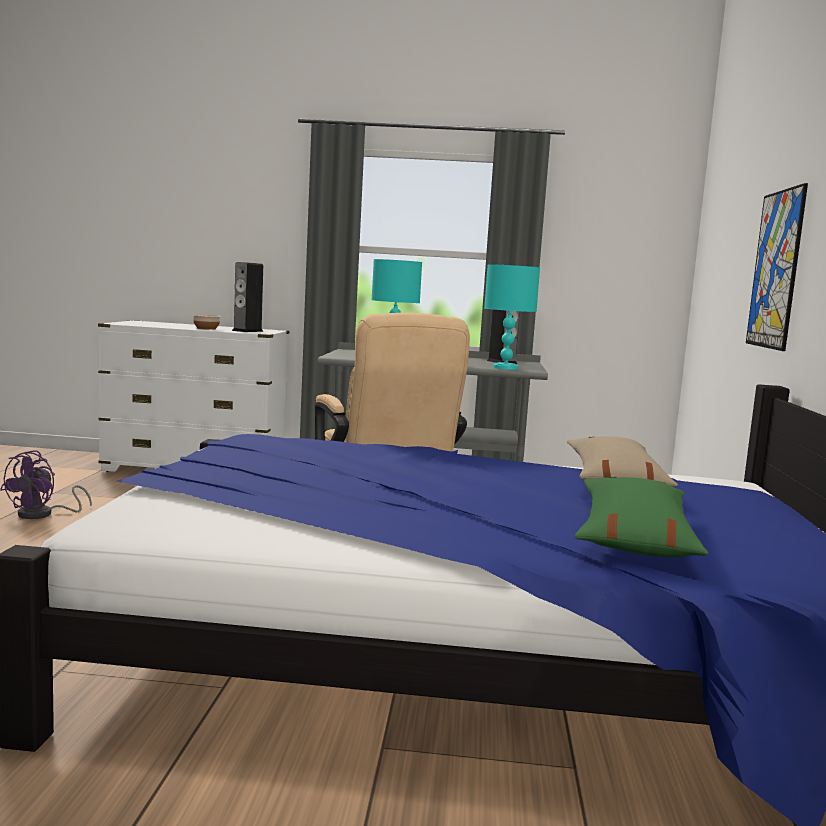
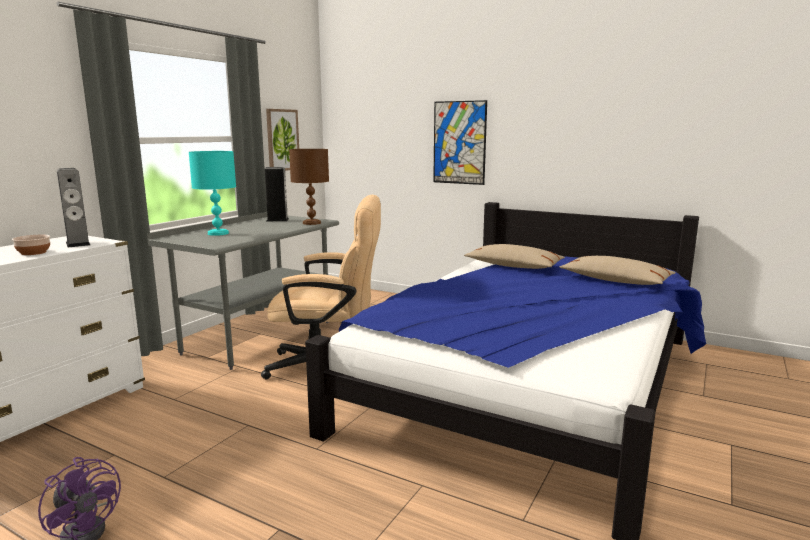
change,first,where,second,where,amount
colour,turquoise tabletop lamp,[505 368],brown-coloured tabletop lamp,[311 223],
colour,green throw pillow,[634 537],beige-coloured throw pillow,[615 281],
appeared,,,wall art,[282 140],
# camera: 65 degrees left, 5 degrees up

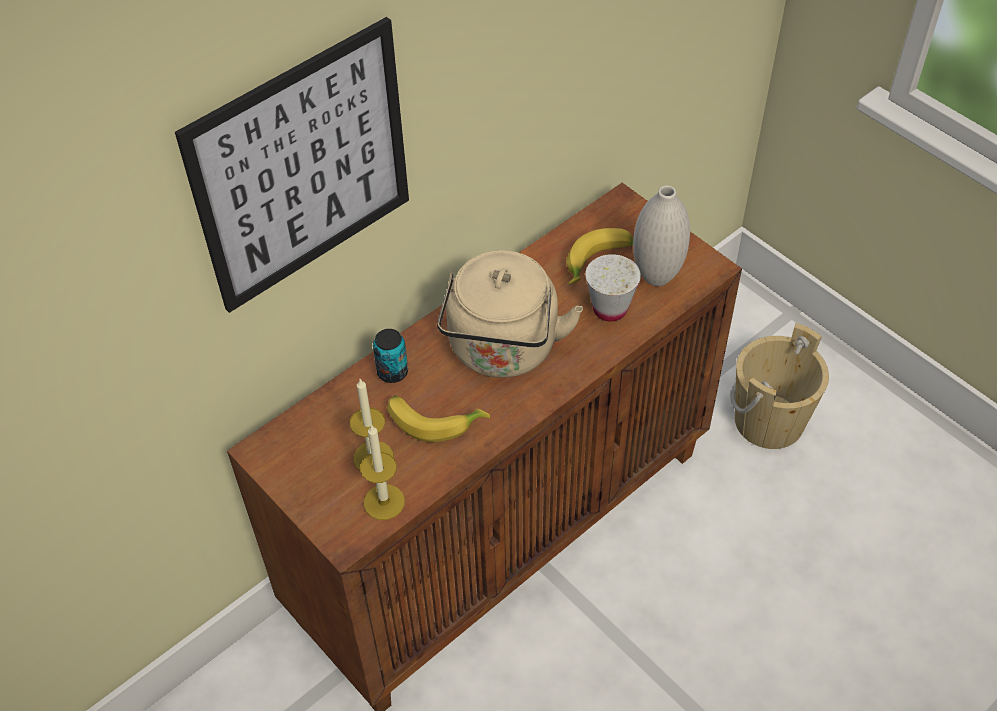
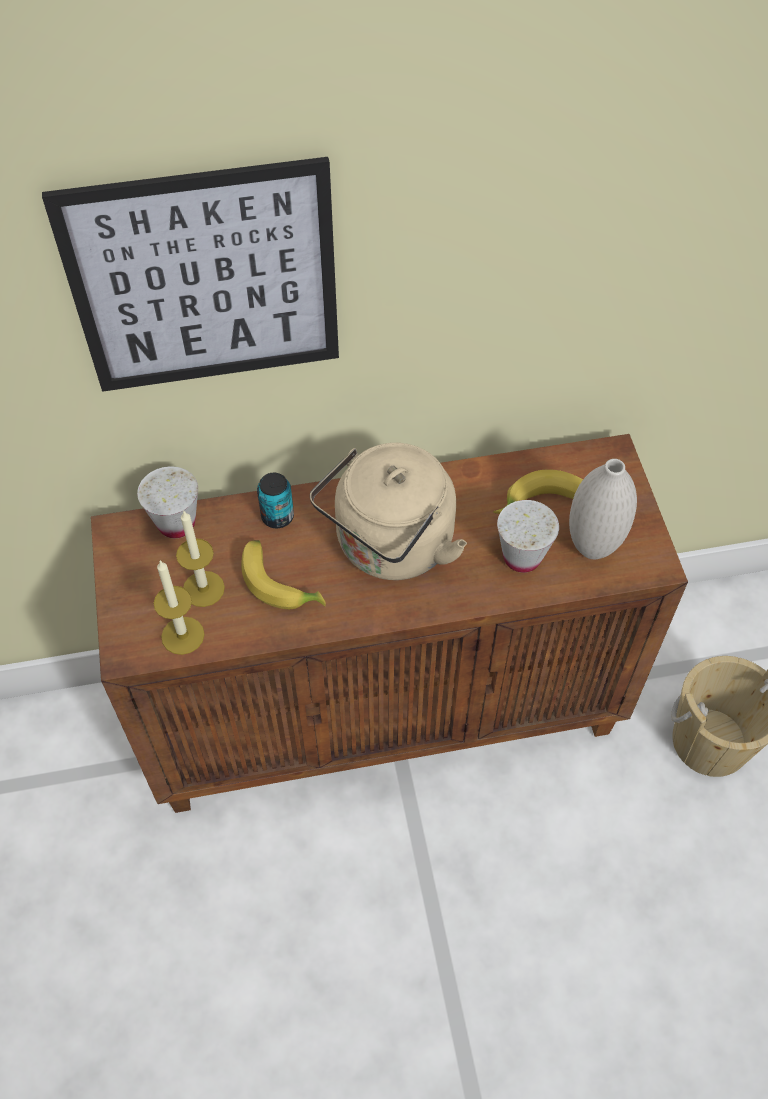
change,first,where,second,where,amount
appeared,,,white-coloured cup,[176 523],
# camera: 30 degrees right, 5 degrees up

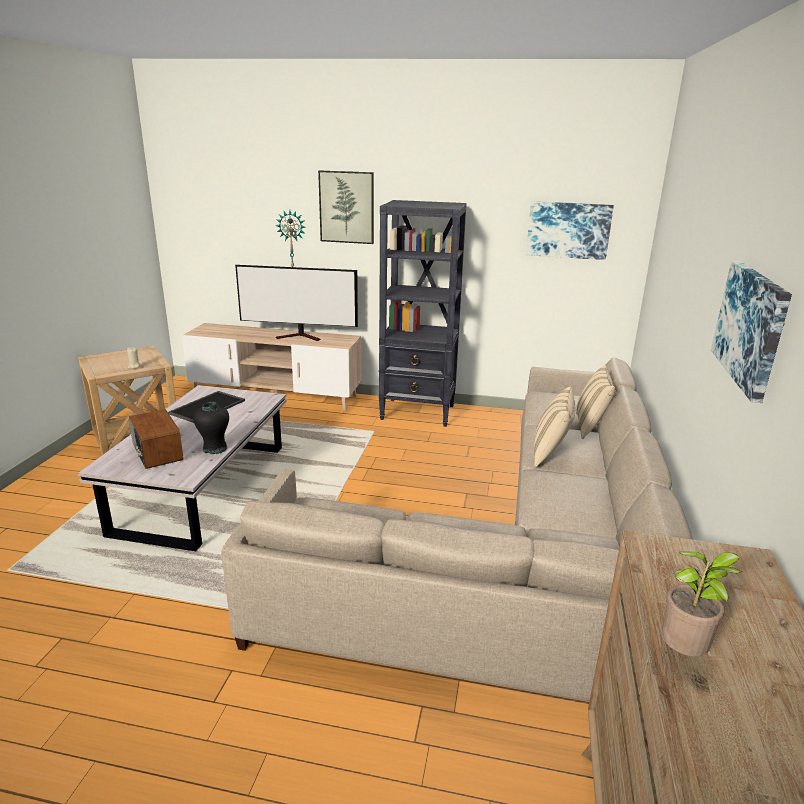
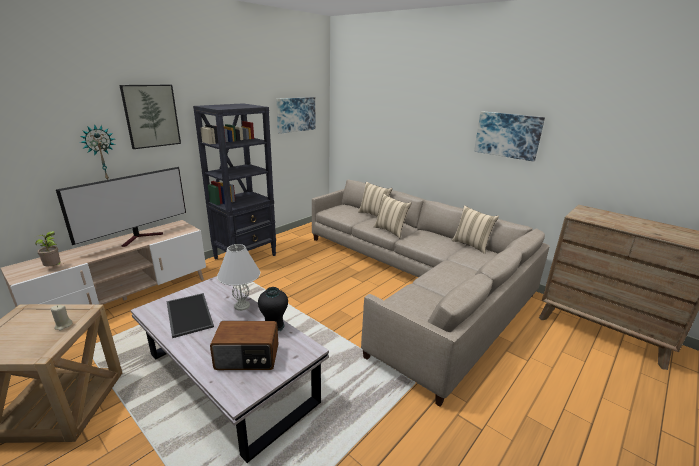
change,first,where,second,where,amount
relocated,plant in a pot,[684 654],,[55 268],
appeared,,,white-coloured tabletop lamp,[242 306],
appeared,,,beige-coloured throw pillow,[471 245],
# camera: 60 degrees left, 0 degrees up

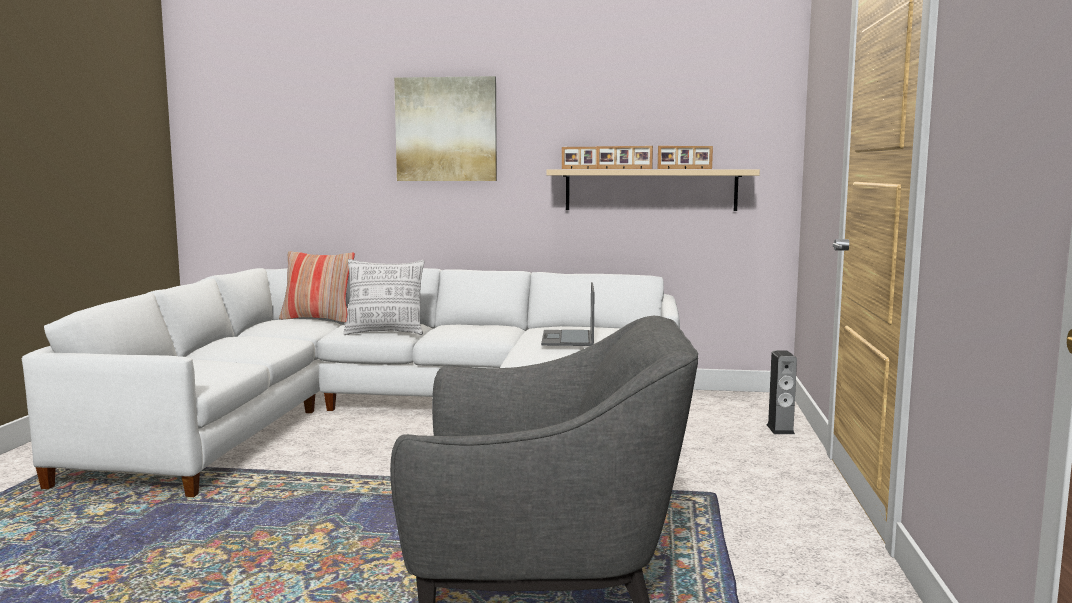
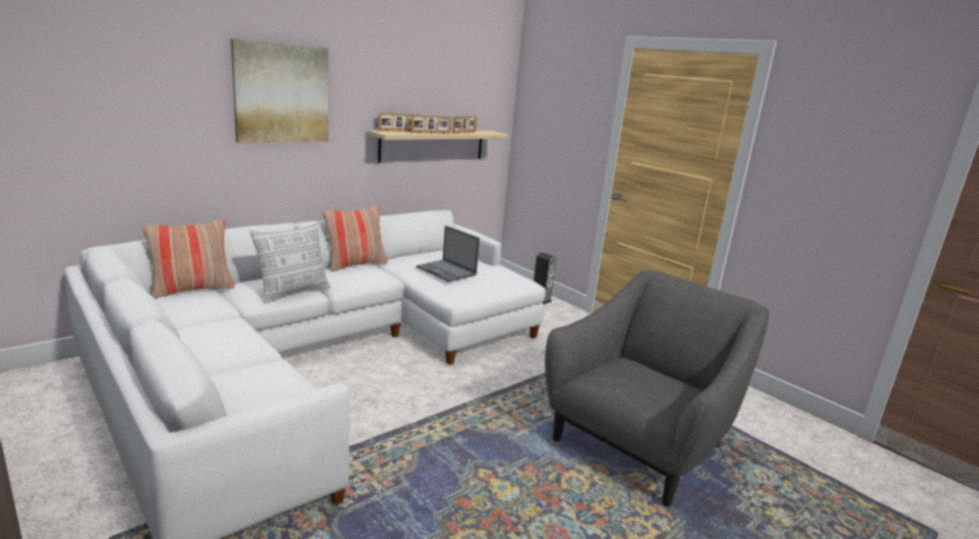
change,first,where,second,where,amount
appeared,,,throw pillow,[355 264],
# camera: 50 degrees left, 10 degrees up

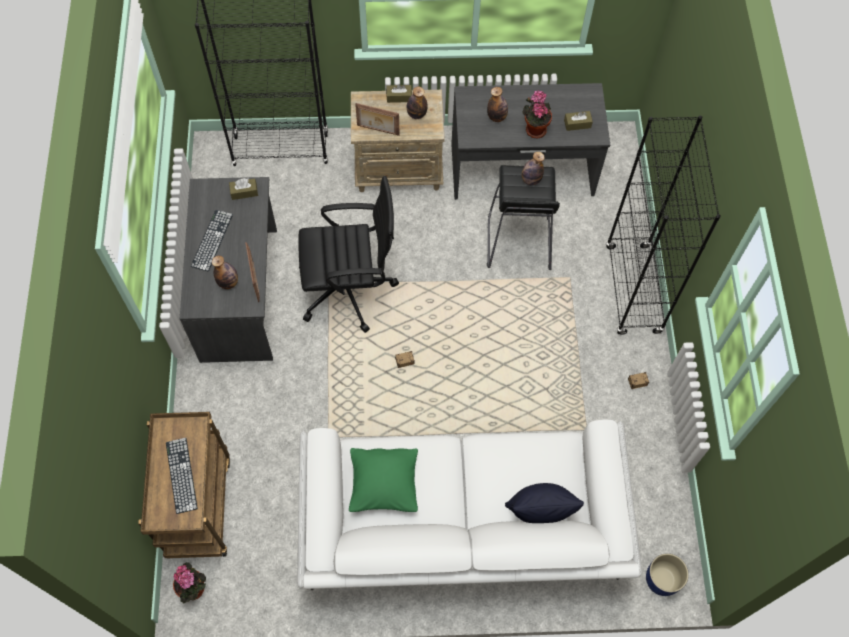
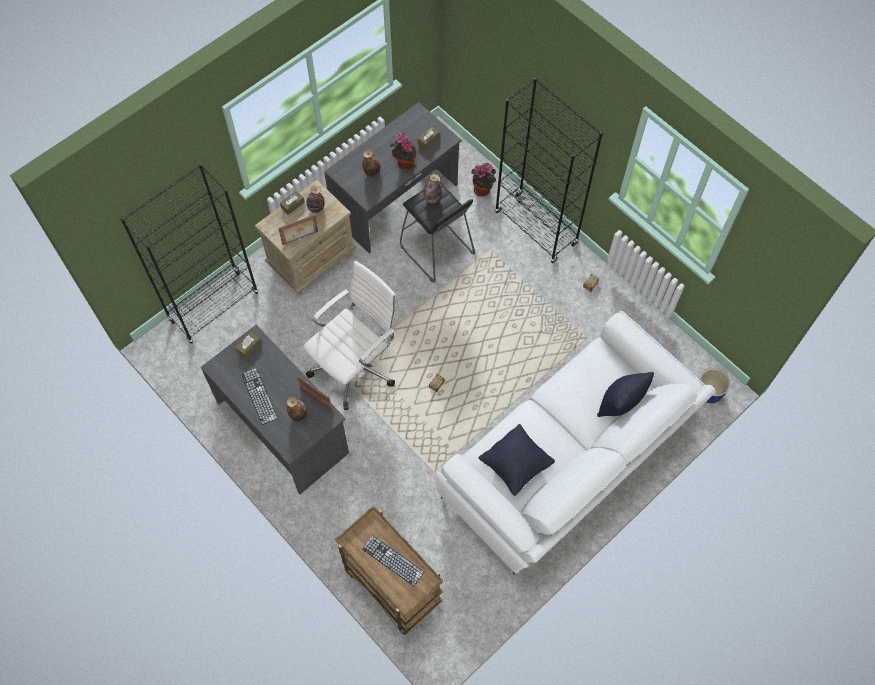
change,first,where,second,where,amount
relocated,plant in a pot,[195 589],,[483 189],
colour,black desk chair,[350 289],white-coloured desk chair,[355 365],
colour,green throw pillow,[384 485],black throw pillow,[515 464],
# camera: 40 degrees left, 0 degrees up

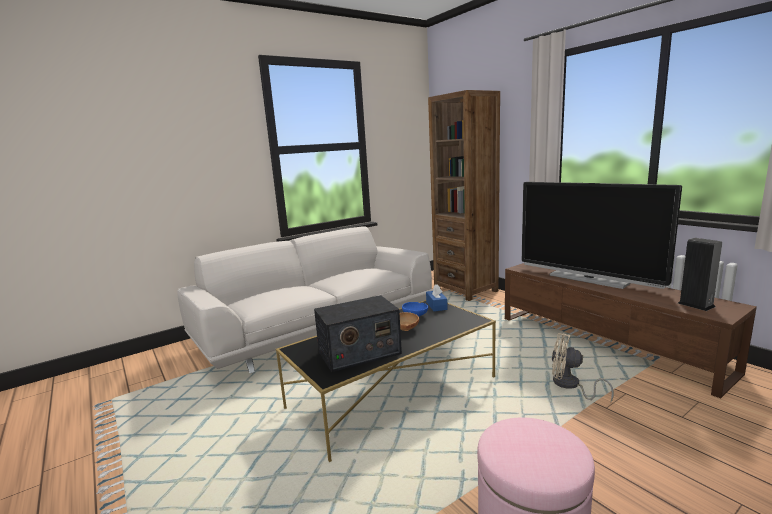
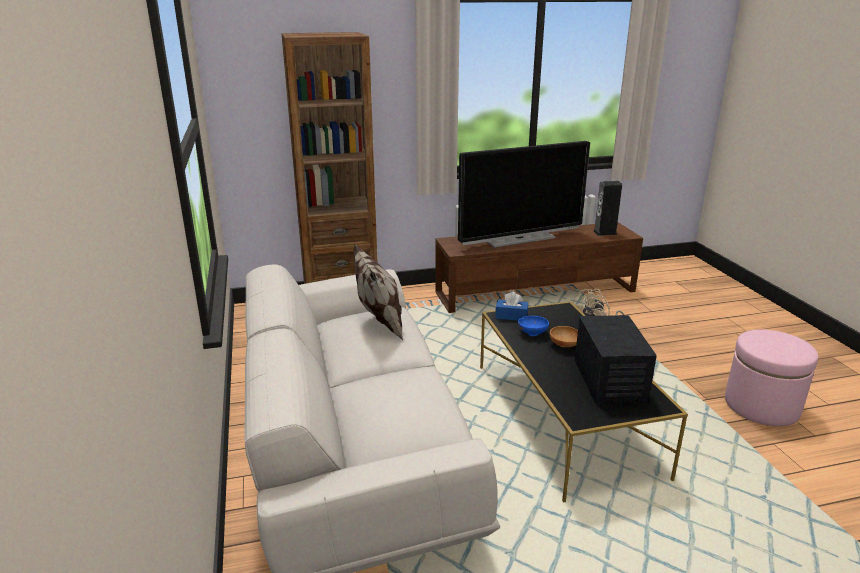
change,first,where,second,where,amount
appeared,,,throw pillow,[380 325],
# camera: 70 degrees left, 10 degrees up

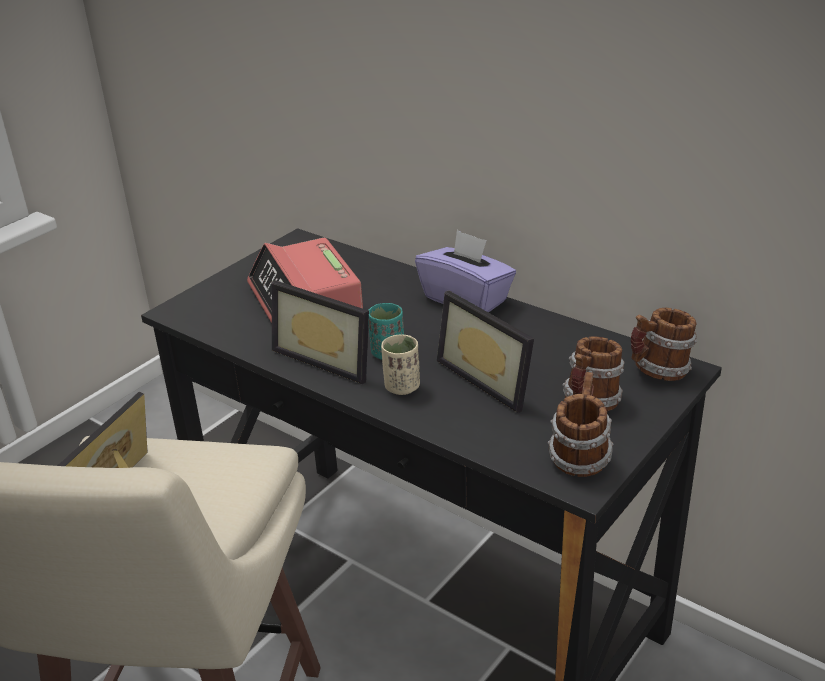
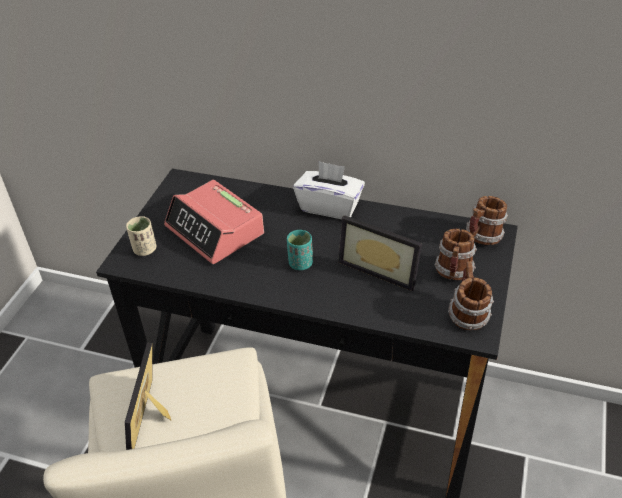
change,first,where,second,where,amount
missing,standing frame,[329 357],,,
relocated,beige-coloured cup,[402 387],,[145 249],
colour,purplish tissue box,[466 299],white-coloured tissue box,[330 206],
# camera: 20 degrees left, 10 degrees up

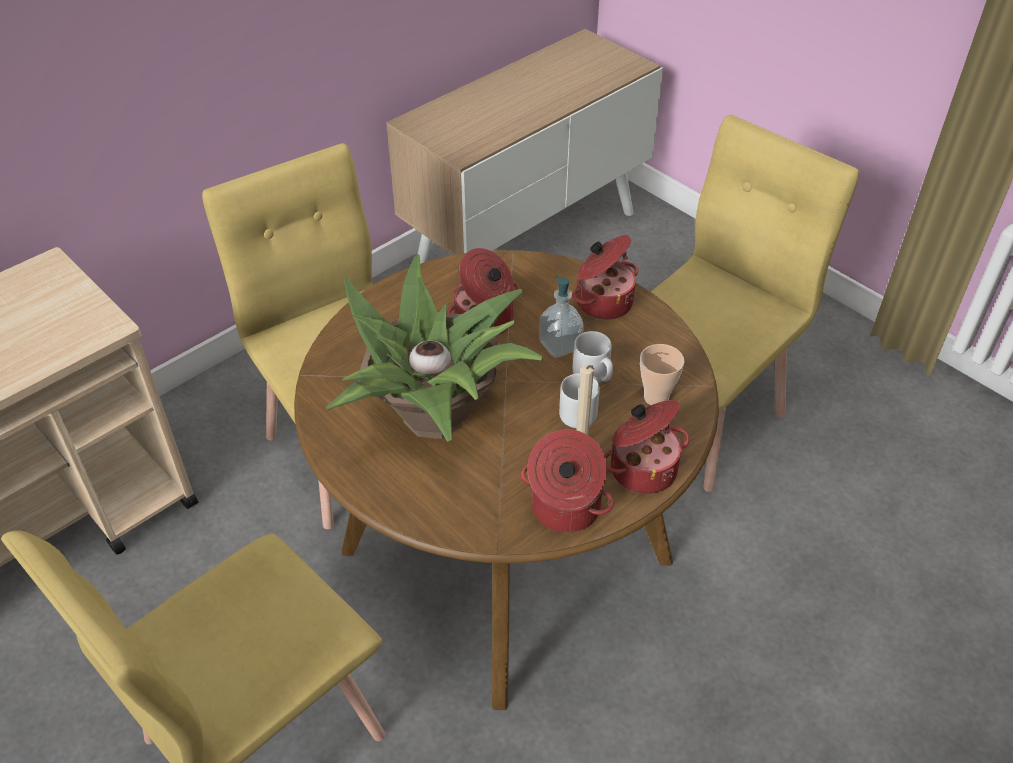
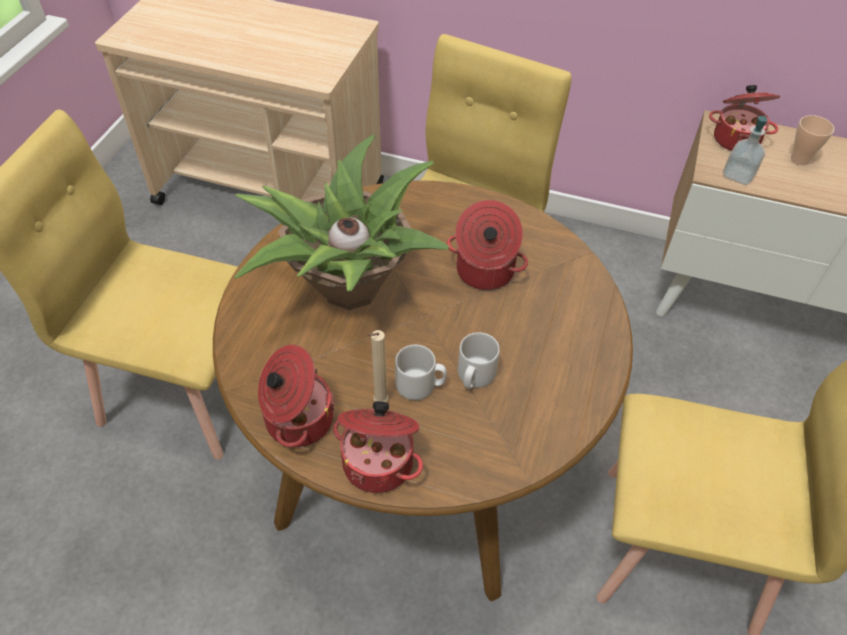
change,first,where,second,where,amount
relocated,soap dispenser,[560 345],,[738 175],
relocated,cooking pot,[602 301],,[736 138],
relocated,cup,[656 398],,[800 159],
# camera: 60 degrees right, 5 degrees up

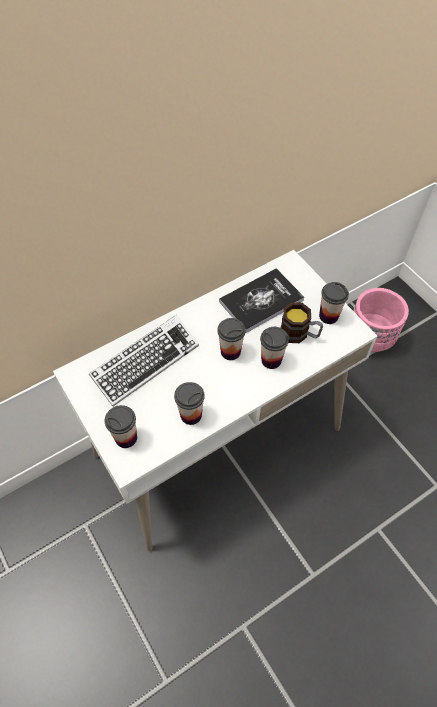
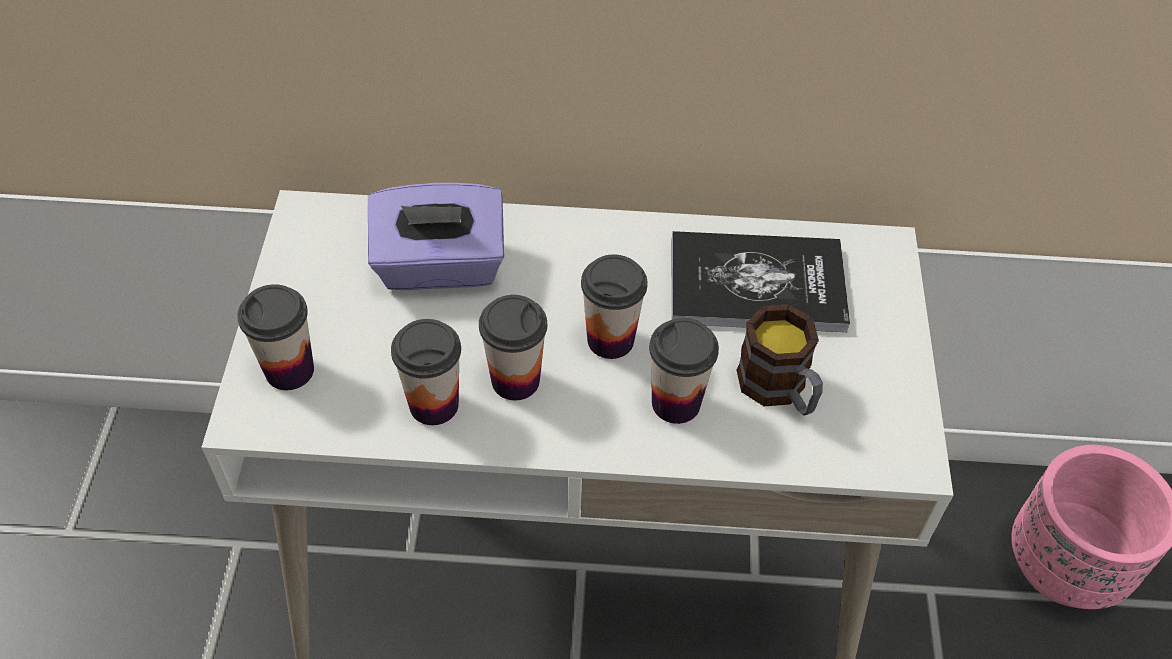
change,first,where,second,where,amount
exchanged,keyboard,[145 362],purplish tissue box,[440 267],
relocated,cup,[328 316],,[515 380],
# camera: 35 degrees right, 5 degrees down

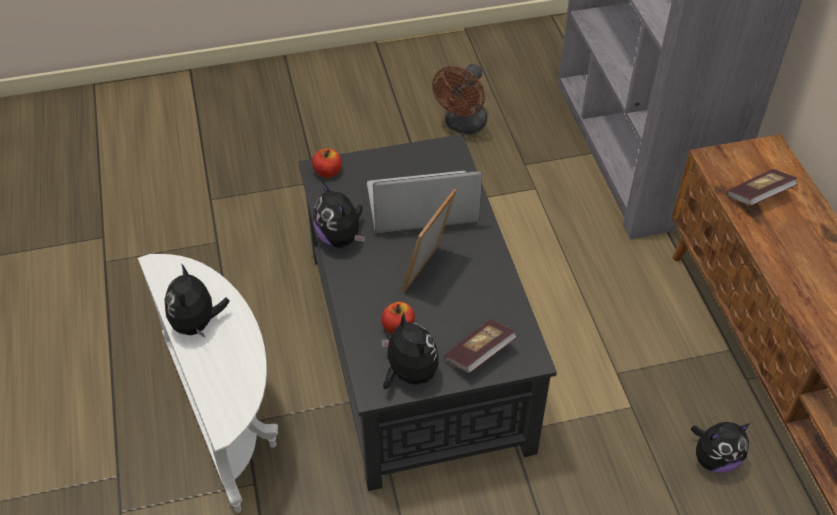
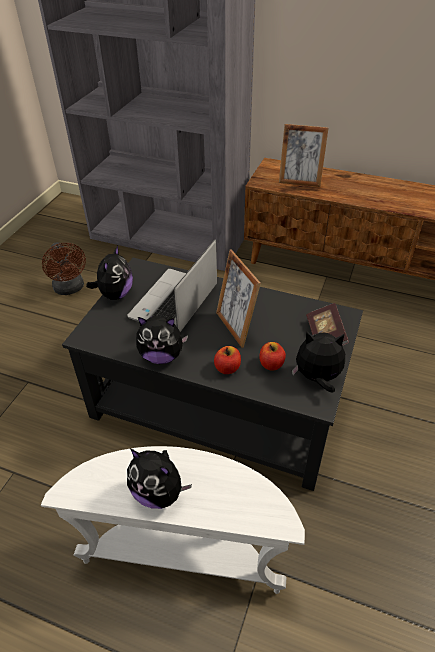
change,first,where,second,where,amount
relocated,apple fruit,[327 172],,[227 368],
relocated,cuddly toy,[714 459],,[115 294],
exchanged,book,[758 196],standing frame,[300 182],
# camera: 55 degrees left, 5 degrees down

